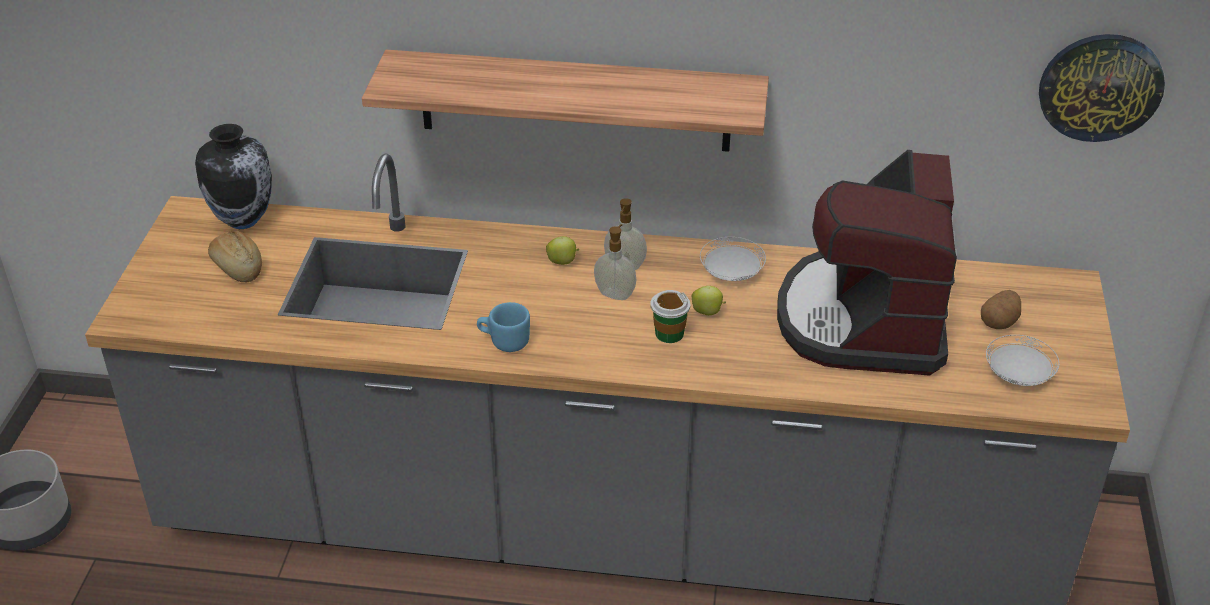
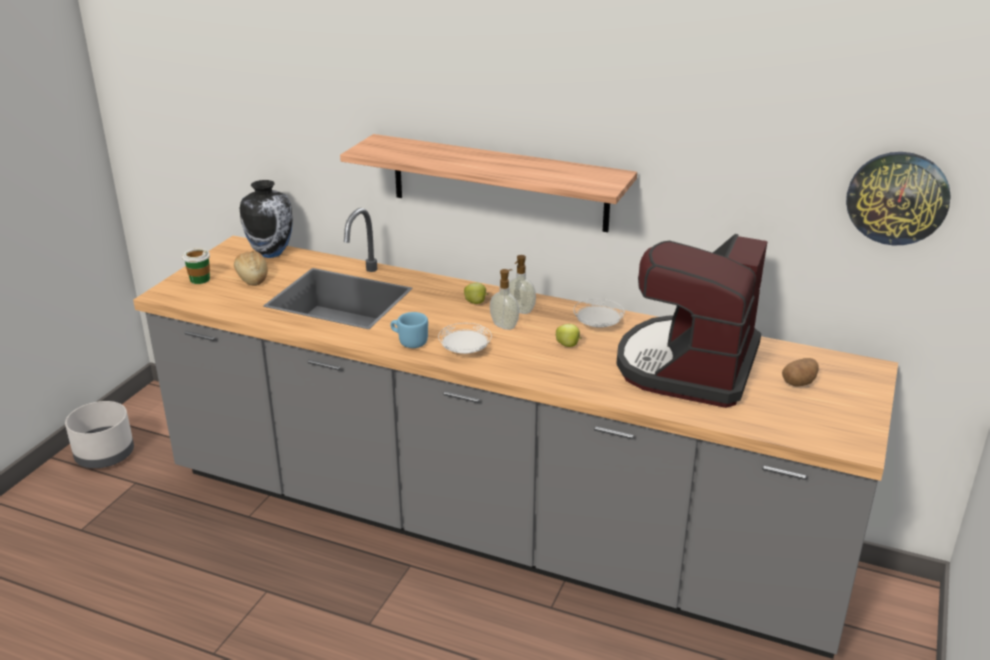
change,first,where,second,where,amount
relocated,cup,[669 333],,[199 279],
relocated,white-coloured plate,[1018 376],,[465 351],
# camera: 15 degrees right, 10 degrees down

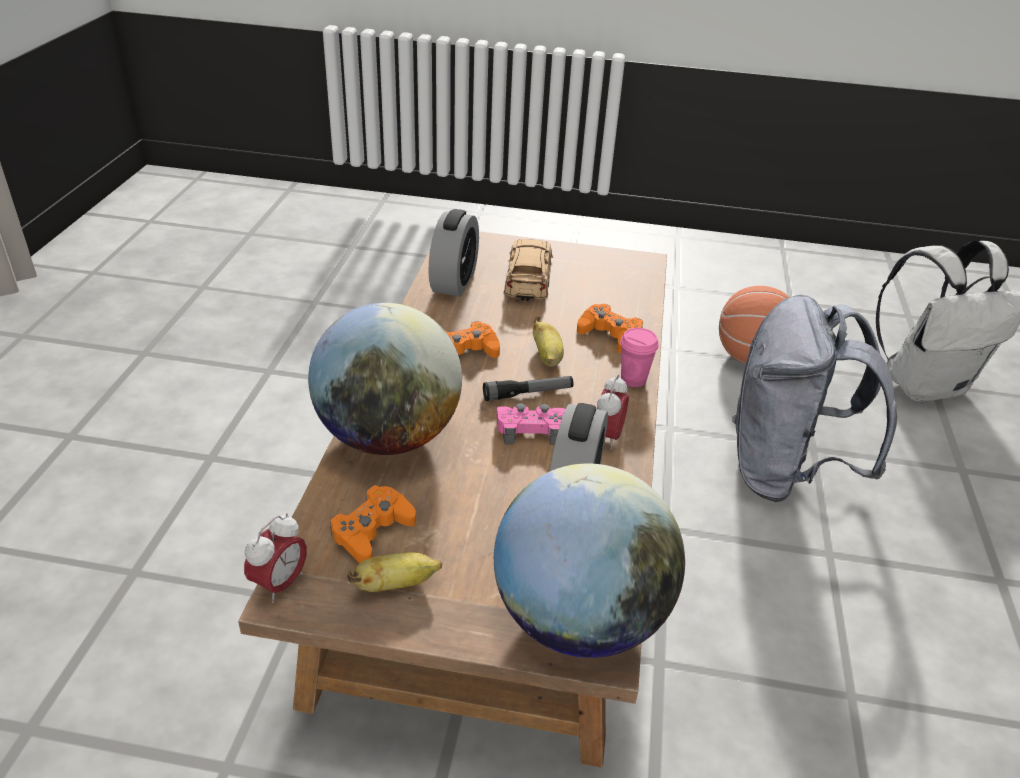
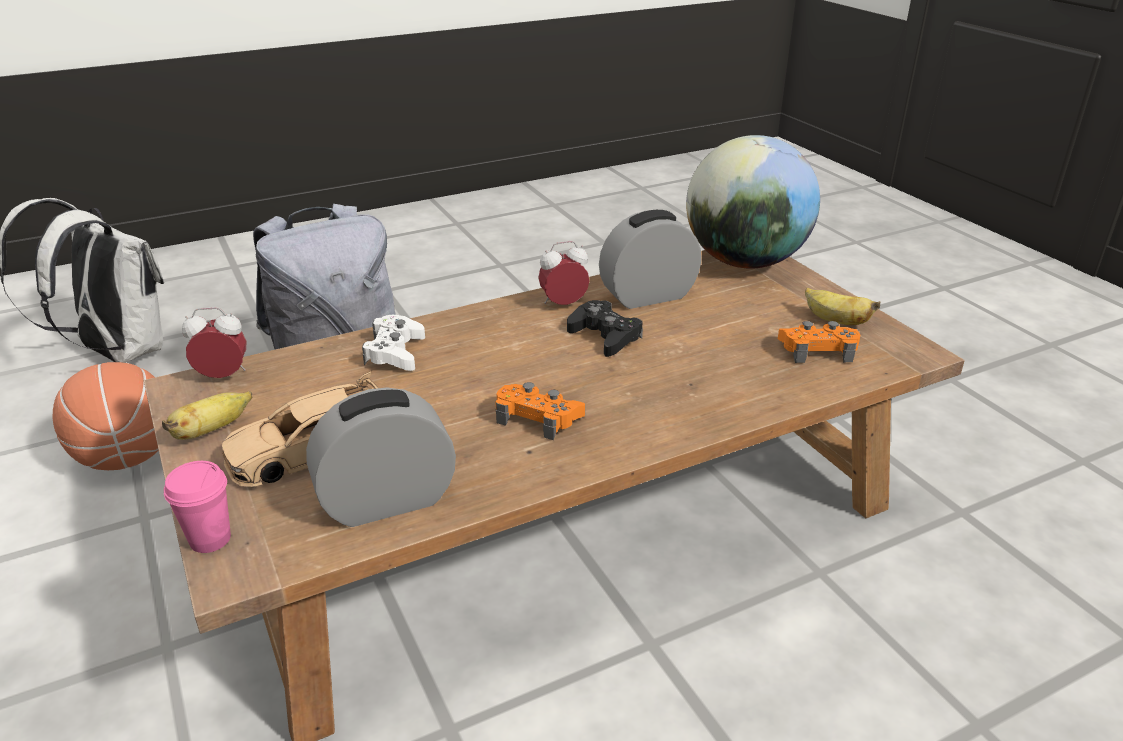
change,first,where,second,where,amount
relocated,alarm clock,[280 584],,[223 376],
missing,world globe,[389 436],,,
missing,torch,[528 393],,,
colour,pink game controller,[531 430],black game controller,[605 336],
relocated,whole banana,[547 357],,[212 430],
colour,orange game controller,[610 334],white-coloured game controller,[395 352],
relocated,pink cup,[633 379],,[210 539],
# camera: 125 degrees left, 5 degrees down

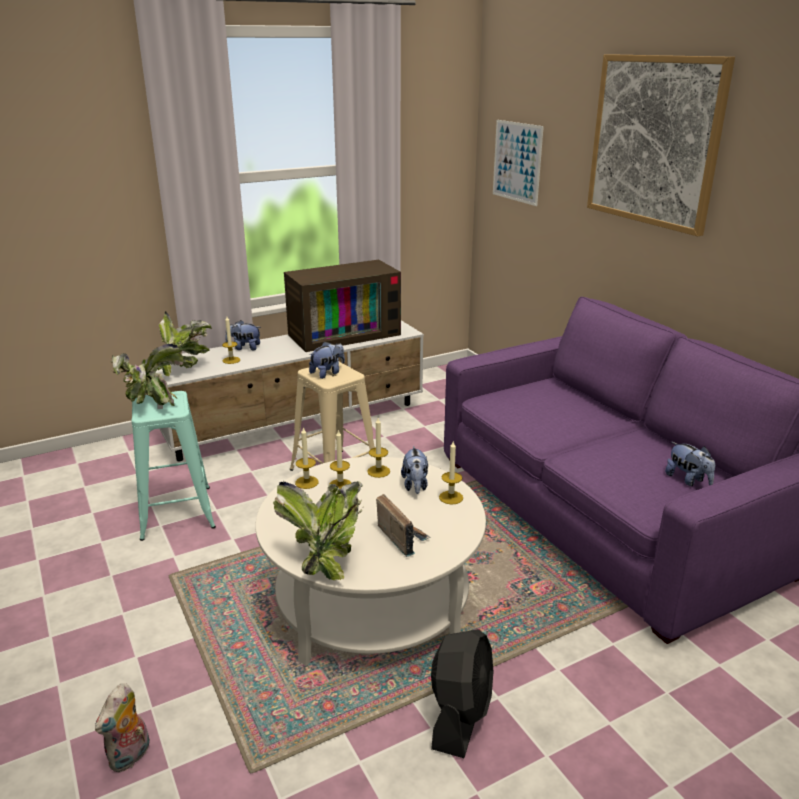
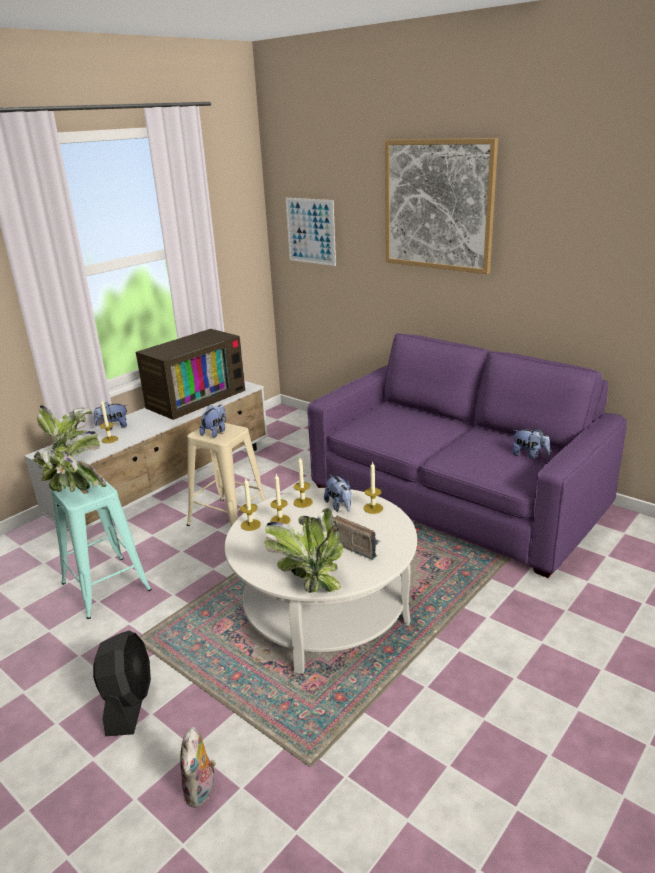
change,first,where,second,where,amount
relocated,black cooling fan,[460 715],,[129 703],
# camera: 20 degrees left, 0 degrees up

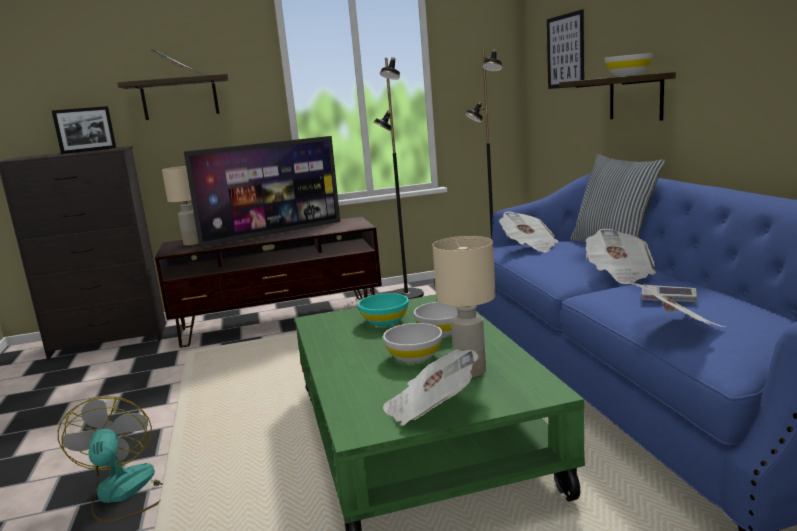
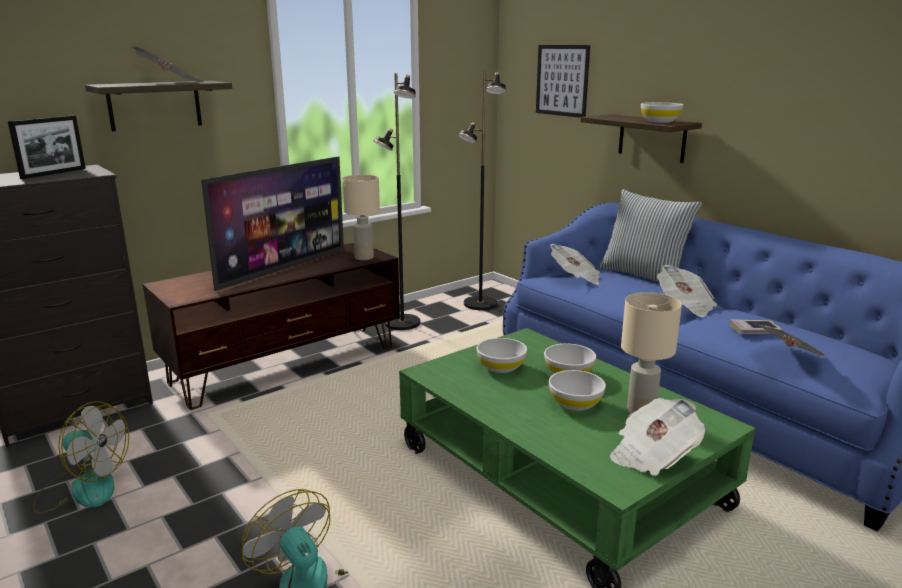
change,first,where,second,where,amount
relocated,beige-coloured tabletop lamp,[192 243],,[363 258],
colour,turquoise deep dish,[385 321],white-coloured deep dish,[501 367],
appeared,,,cooling fan,[83 488],
# camera: 25 degrees left, 5 degrees up

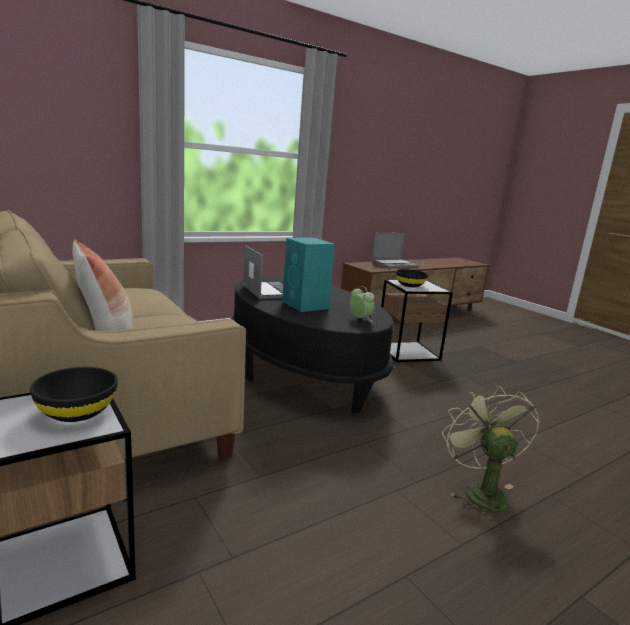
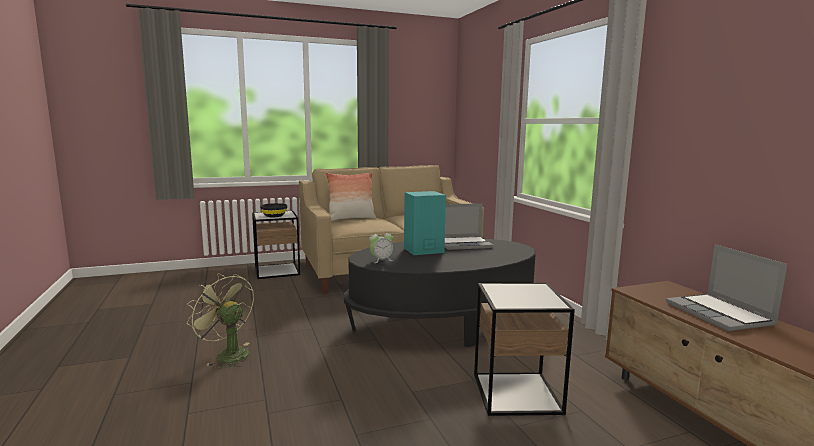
change,first,where,second,where,amount
missing,black deep dish,[410 285],,,
spun,green cooling fan,[480 491],,[227 354],150 degrees counterclockwise
# camera: 105 degrees right, 5 degrees down

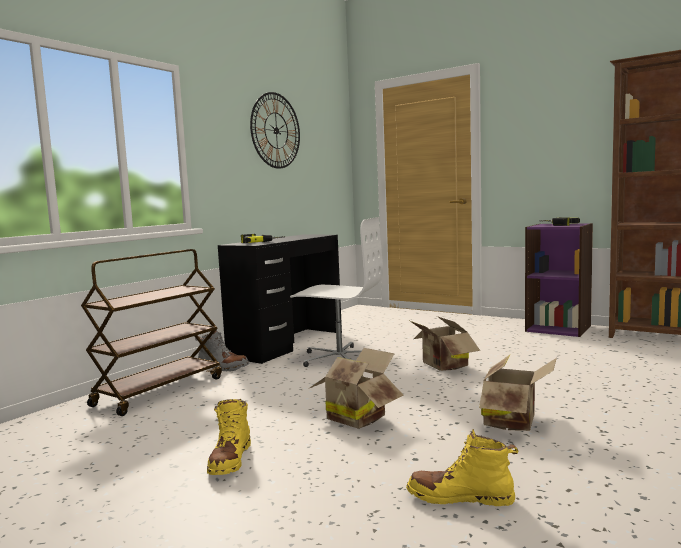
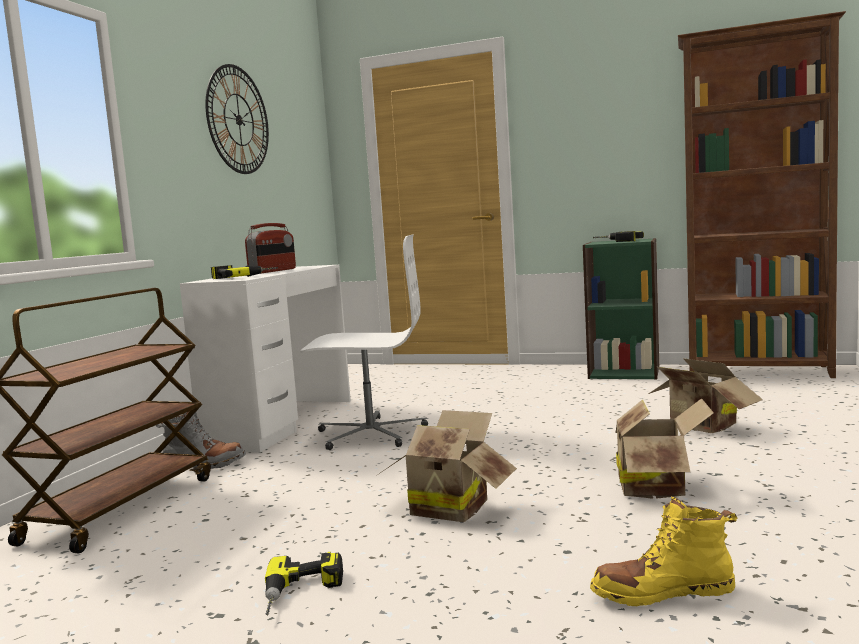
change,first,where,second,where,amount
exchanged,yellow-coloured tall boot,[230 460],electric drill,[302 593],
colour,black desk table,[287 344],white-coloured desk table,[281 423],
relocated,packing box,[442 366],,[701 428],
colour,purplish bookshelf,[558 328],green bookshelf,[624 371],
appeared,,,radio,[273 271],
# camera: 15 degrees left, 0 degrees up

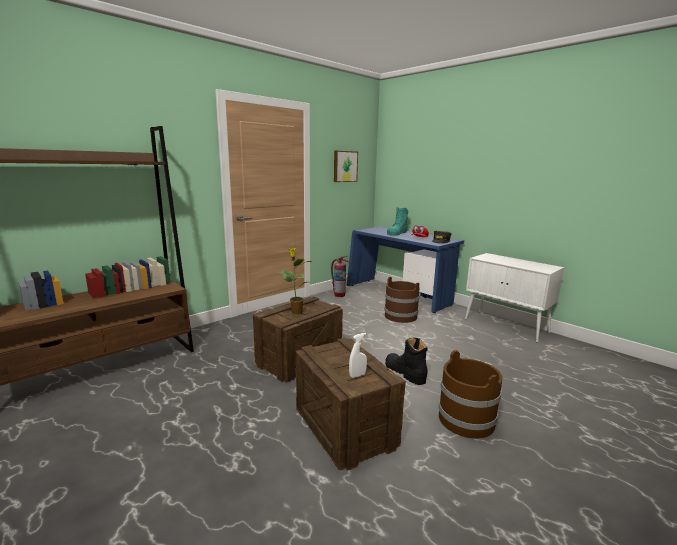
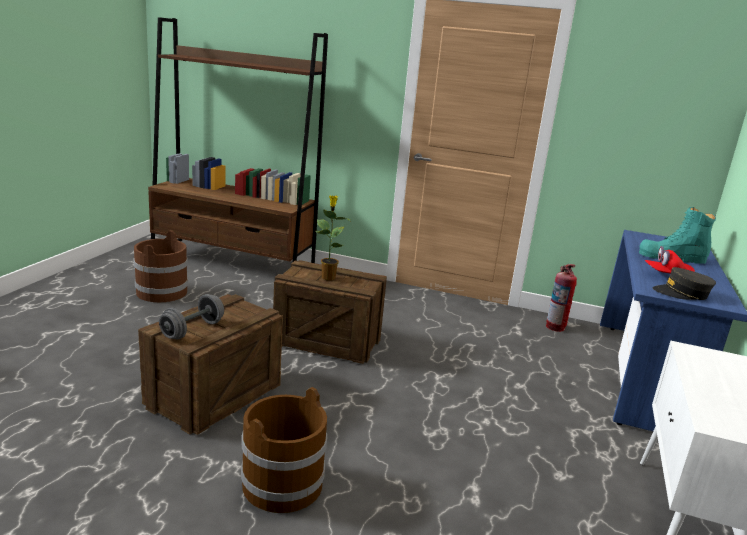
change,first,where,second,where,amount
missing,wall art,[344 166],,,
exchanged,white-coloured sprayer,[357 375],greyish free weight,[192 330],
relocated,brown-coloured pail,[401 316],,[162 292],
missing,black tall boot,[405 372],,,
# camera: 60 degrees right, 5 degrees up

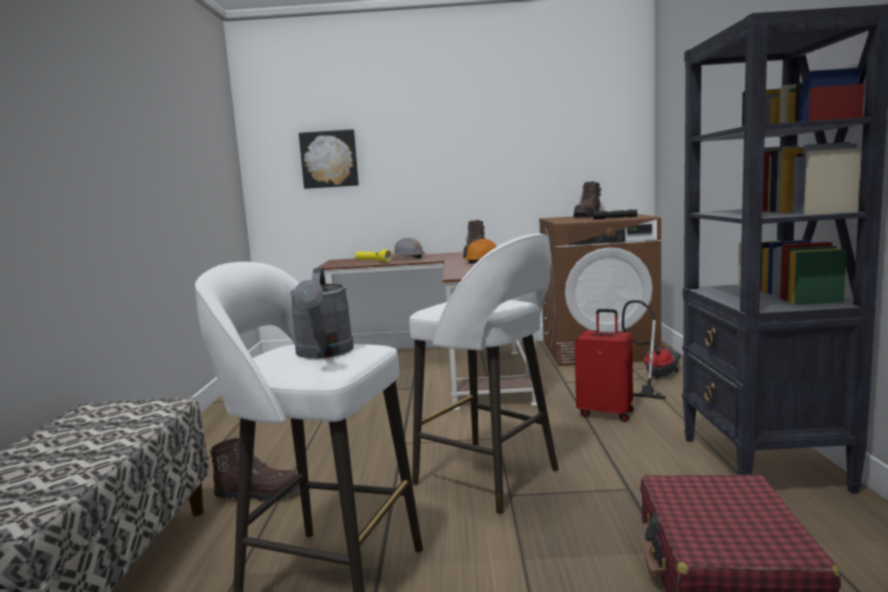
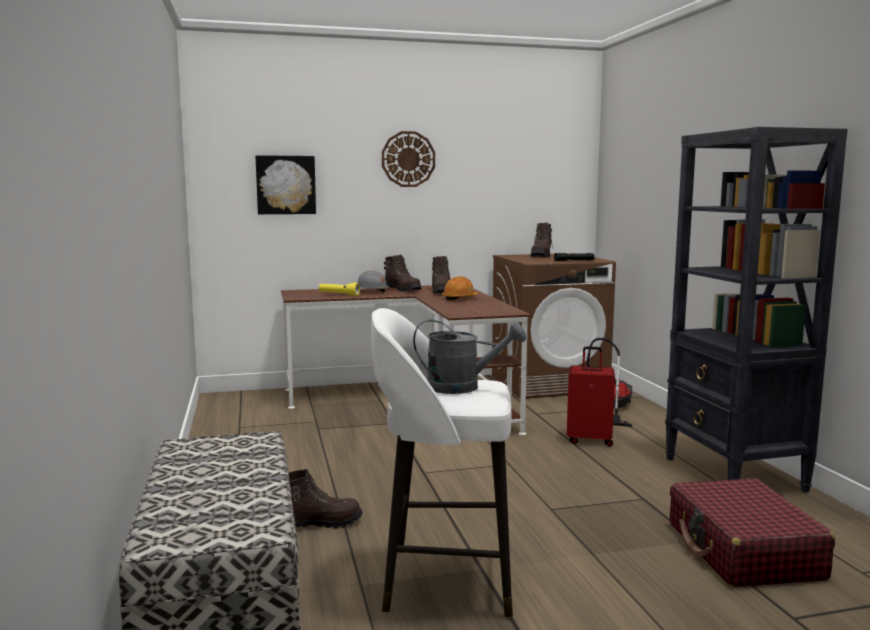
change,first,where,second,where,amount
spun,greyish sprinkling can,[324 353],,[463 387],60 degrees counterclockwise
missing,white-coloured stool seat,[490 478],,,
appeared,,,wall clock,[408 159],
appeared,,,brown-coloured tall boot,[403 289],
# camera: 15 degrees left, 0 degrees up

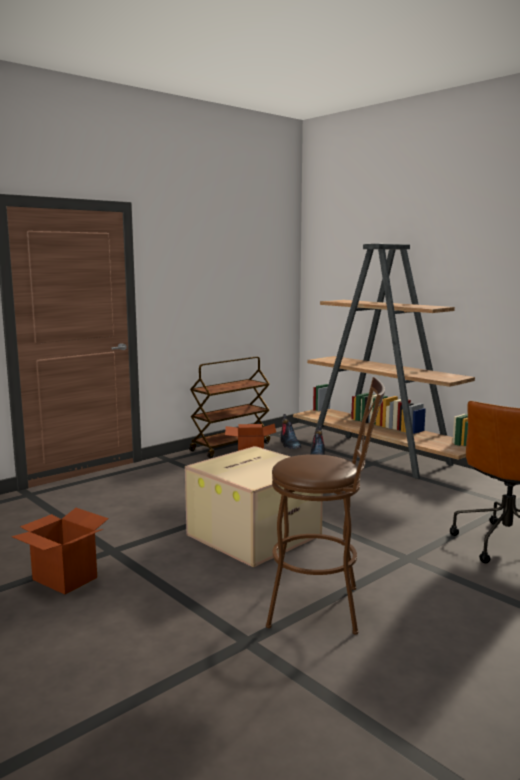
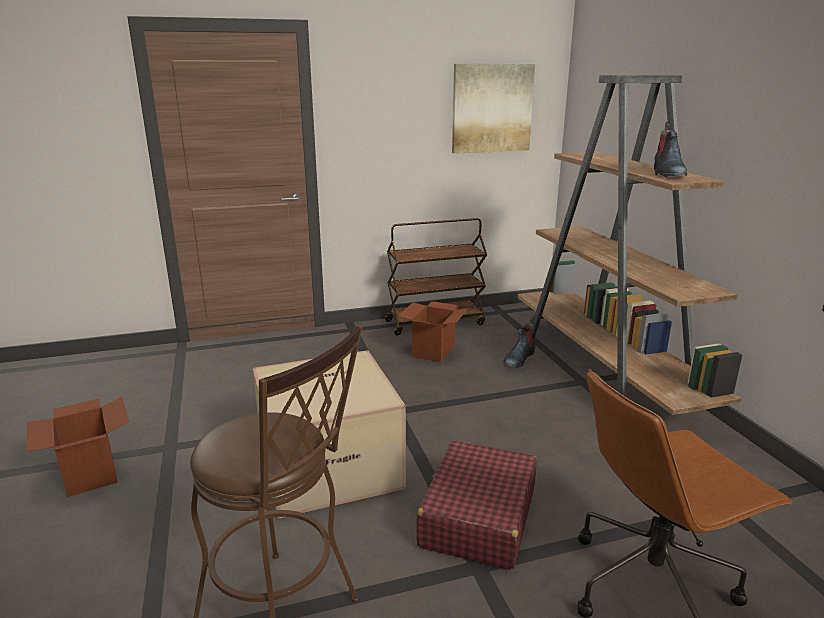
change,first,where,second,where,amount
relocated,tall boot,[289 444],,[667 173],
appeared,,,red-coloured suitcase,[478 518],
appeared,,,wall art,[492 108],
# camera: 25 degrees right, 10 degrees up

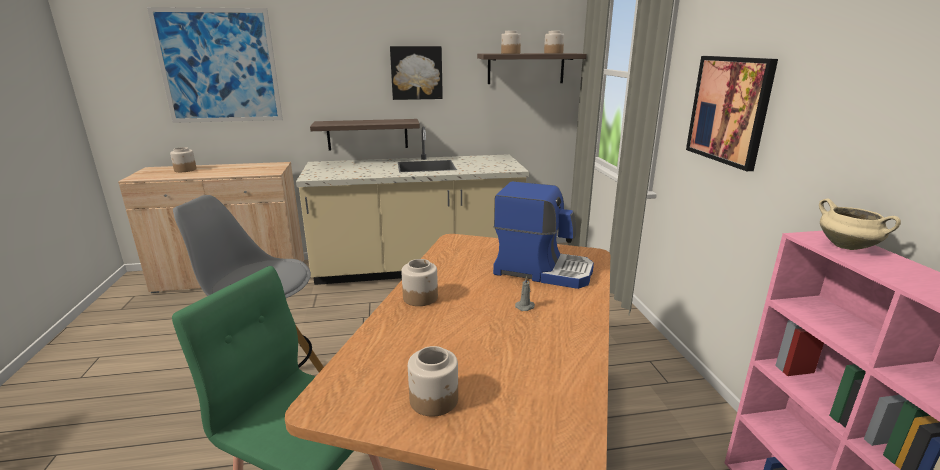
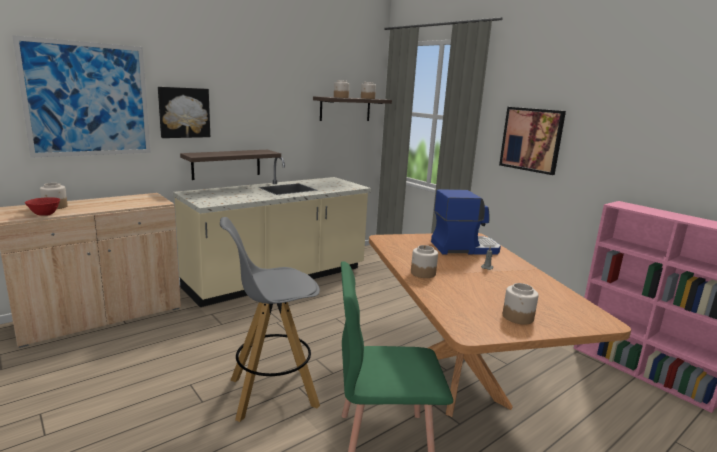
change,first,where,second,where,amount
relocated,wall art,[416 73],,[184 112],
missing,beige-coloured cooking pot,[848 247],,,
appeared,,,red-coloured deep dish,[44 215],
# camera: 30 degrees left, 5 degrees down

